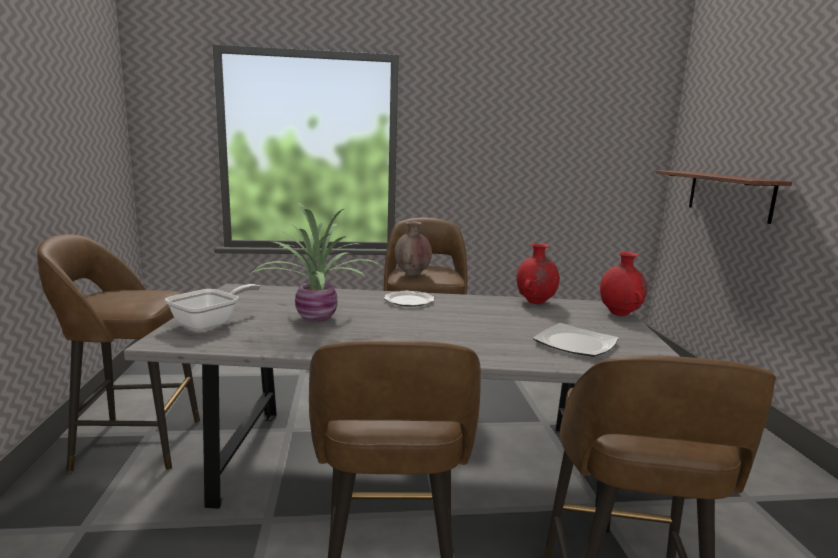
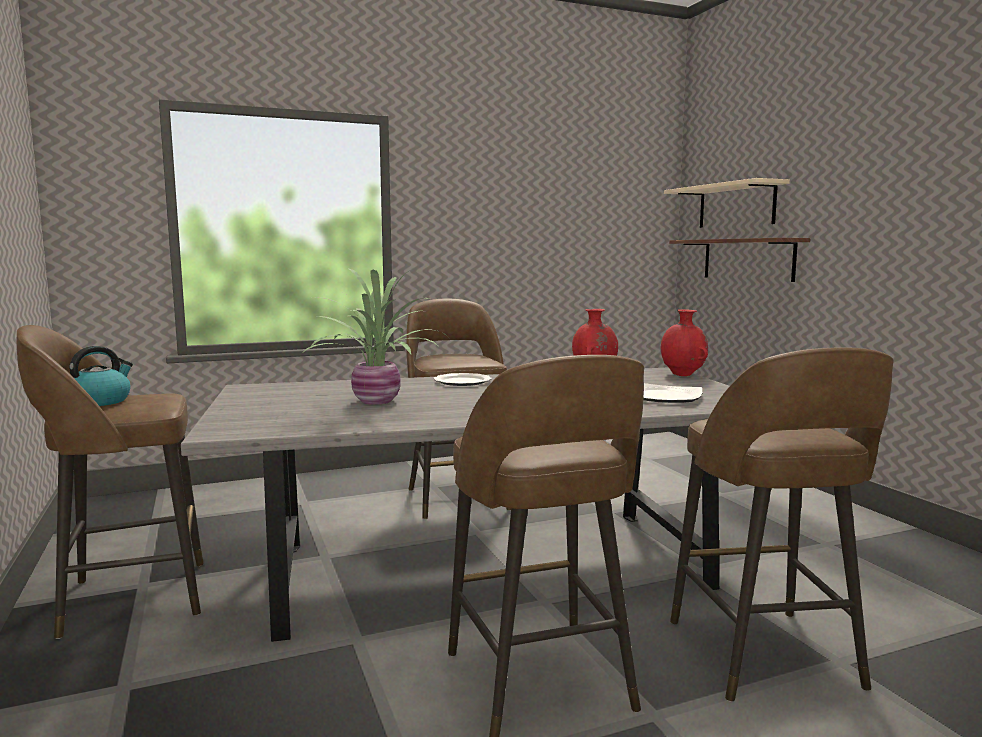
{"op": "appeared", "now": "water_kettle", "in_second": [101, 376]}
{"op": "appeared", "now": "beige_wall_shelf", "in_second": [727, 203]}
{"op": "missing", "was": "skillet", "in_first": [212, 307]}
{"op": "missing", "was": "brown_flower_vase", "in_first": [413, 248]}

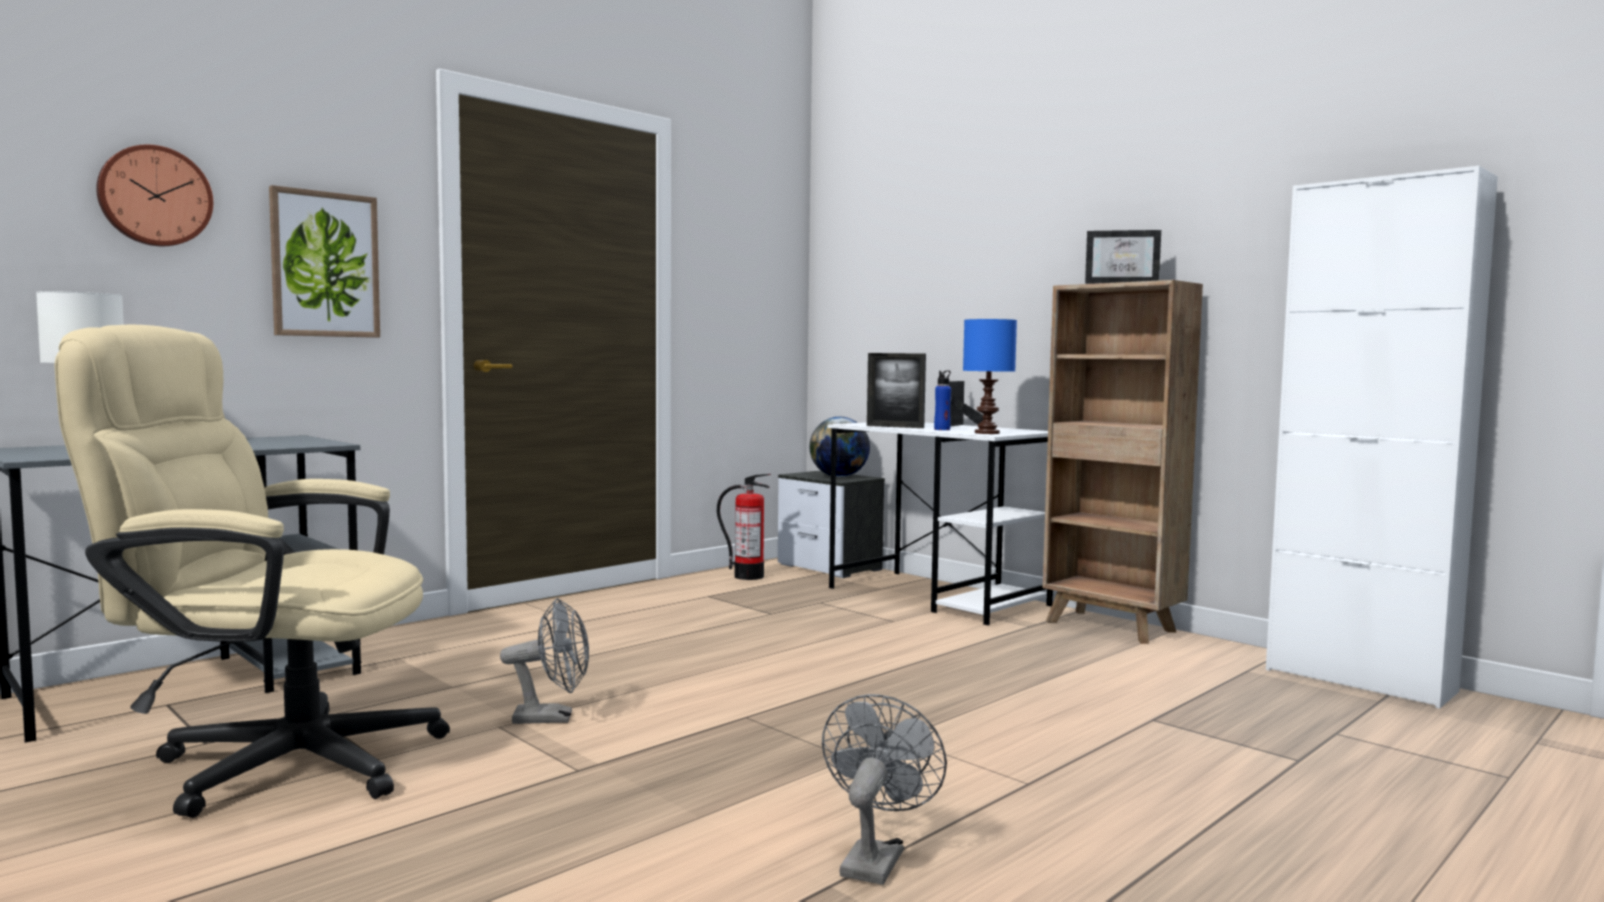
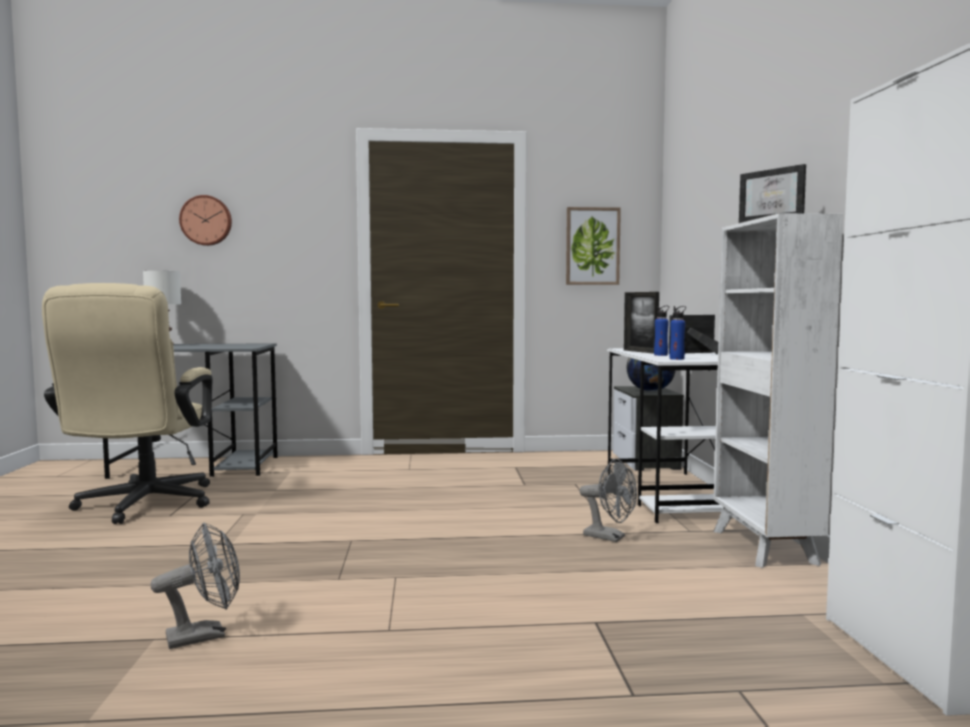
{"op": "spun", "was": "beige_computer_chair", "in_first": [252, 571], "in_second": [127, 403], "clockwise": -135}
{"op": "relocated", "was": "wall_art", "in_first": [324, 261], "in_second": [593, 246]}
{"op": "relocated", "was": "greyish_fan", "in_first": [544, 661], "in_second": [608, 500]}
{"op": "exchanged", "was": "blue_tabletop_lamp", "now": "blue_drink_bottle", "in_first": [990, 376], "in_second": [678, 333]}
{"op": "colour", "was": "brown_bookshelf", "now": "white_bookshelf", "in_first": [1122, 462], "in_second": [778, 390]}
{"op": "missing", "was": "extinguisher", "in_first": [744, 527]}

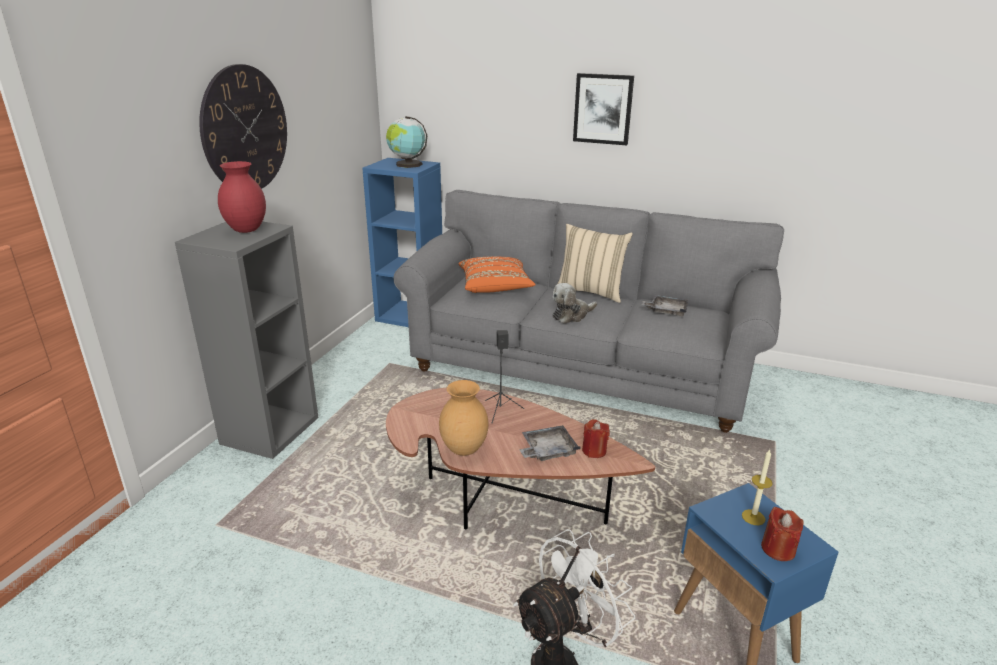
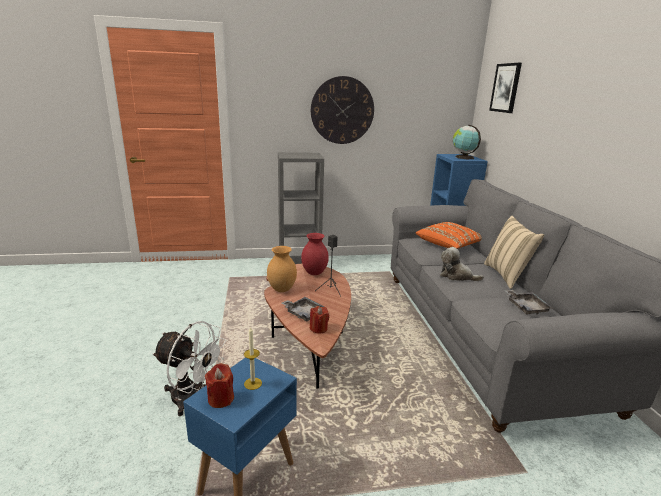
{"op": "relocated", "was": "red-coloured_flower_vase", "in_first": [242, 197], "in_second": [315, 254]}
{"op": "relocated", "was": "wall_art", "in_first": [603, 109], "in_second": [505, 88]}

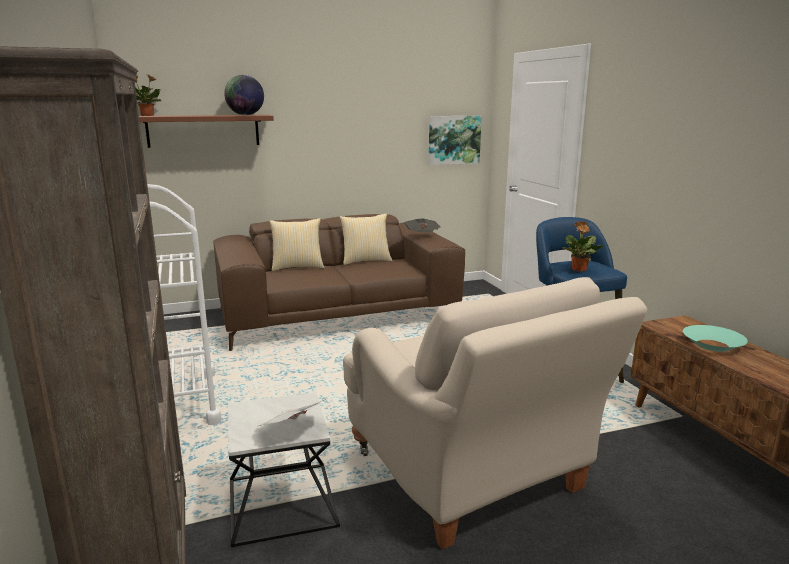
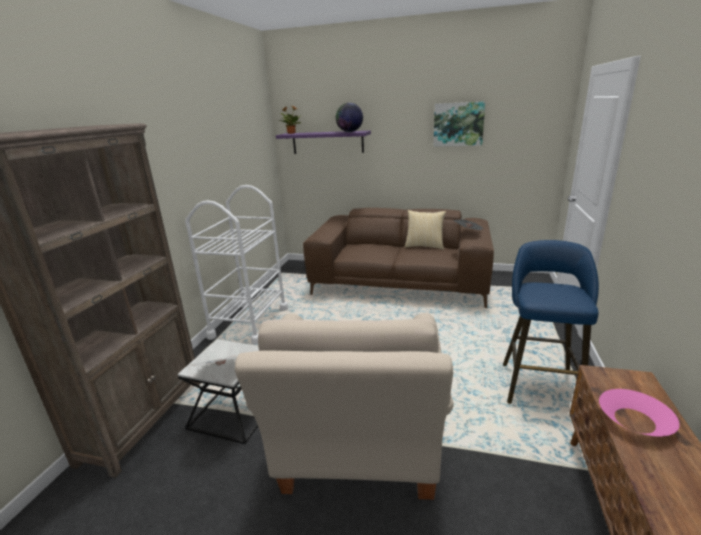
{"op": "colour", "was": "brown_wall_shelf", "now": "purple-coloured_wall_shelf", "in_first": [206, 131], "in_second": [323, 142]}
{"op": "relocated", "was": "wall_art", "in_first": [455, 140], "in_second": [459, 124]}
{"op": "colour", "was": "blue-green_serving_bowl", "now": "pinkish_serving_bowl", "in_first": [715, 338], "in_second": [639, 413]}
{"op": "missing", "was": "pillow", "in_first": [296, 244]}
{"op": "missing", "was": "houseplant", "in_first": [582, 246]}

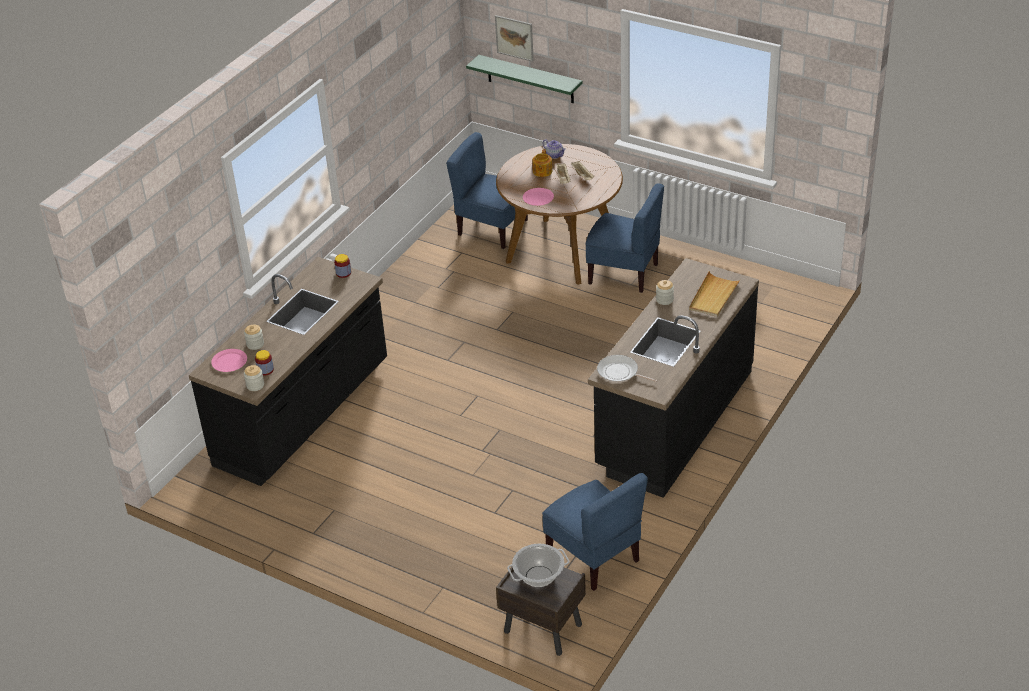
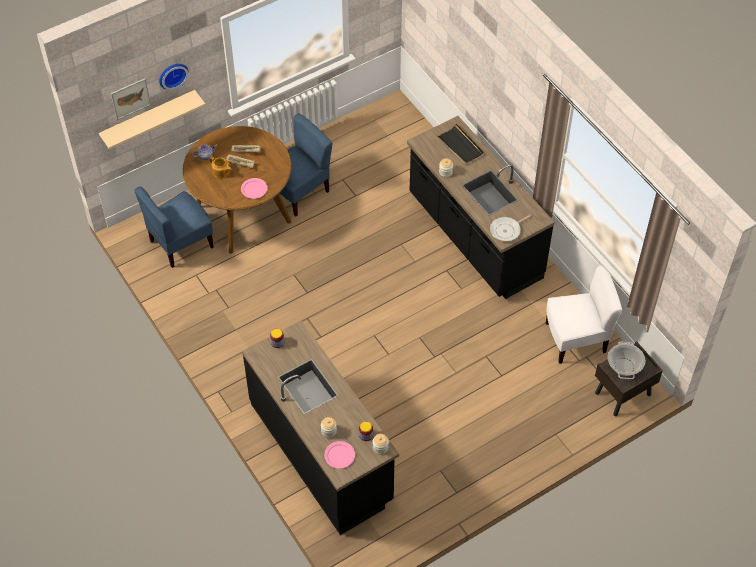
{"op": "colour", "was": "greenish_wall_shelf", "now": "beige_wall_shelf", "in_first": [524, 79], "in_second": [152, 119]}
{"op": "appeared", "now": "wall_clock", "in_second": [173, 77]}
{"op": "colour", "was": "beige_tray", "now": "black_tray", "in_first": [715, 294], "in_second": [460, 144]}
{"op": "colour", "was": "blue_plain_chair", "now": "white_plain_chair", "in_first": [595, 532], "in_second": [584, 314]}

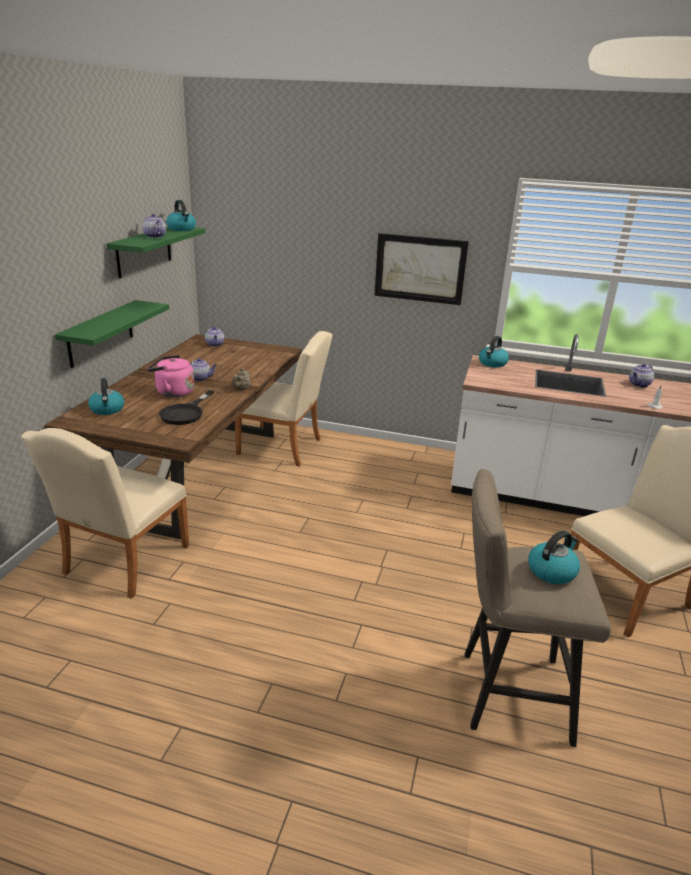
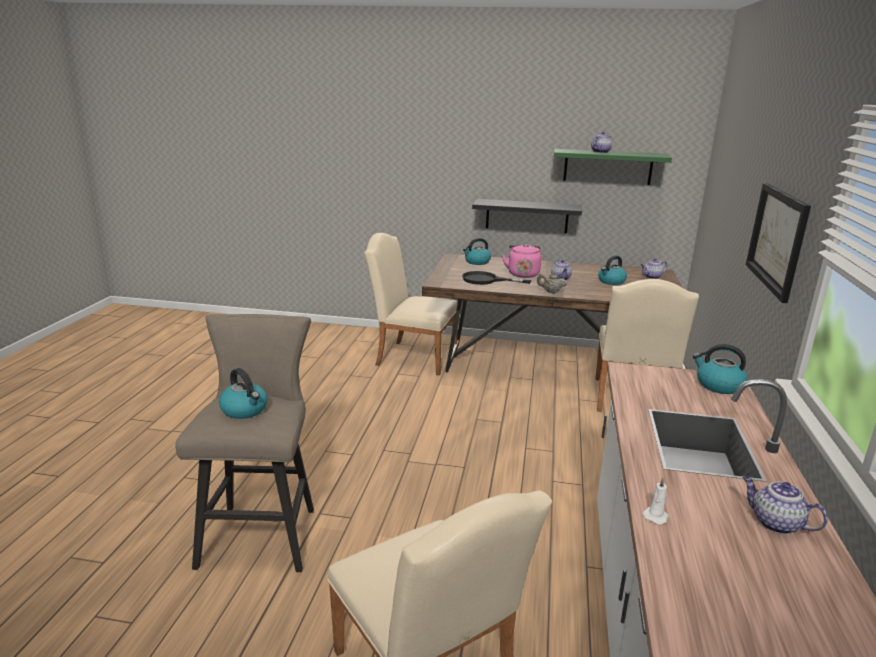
{"op": "colour", "was": "greenish_wall_shelf", "now": "black_wall_shelf", "in_first": [112, 334], "in_second": [527, 216]}
{"op": "relocated", "was": "water_kettle", "in_first": [181, 215], "in_second": [612, 270]}

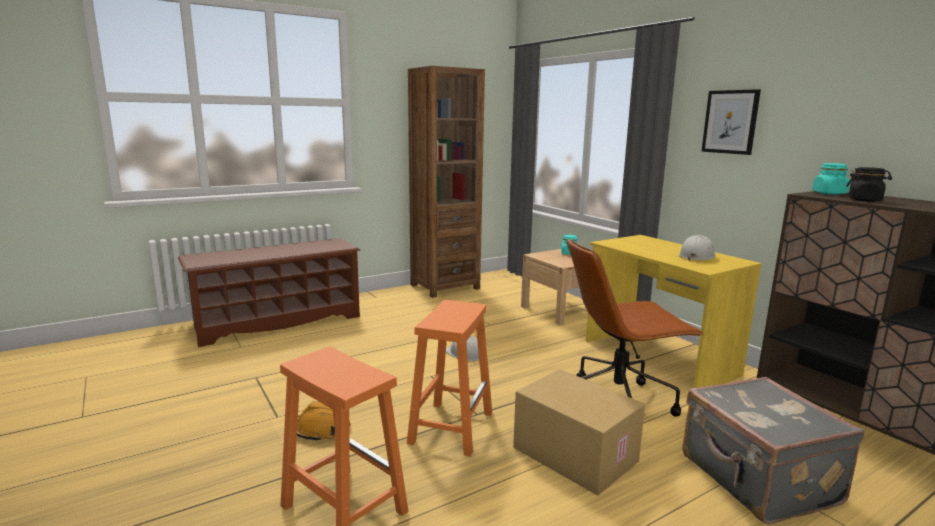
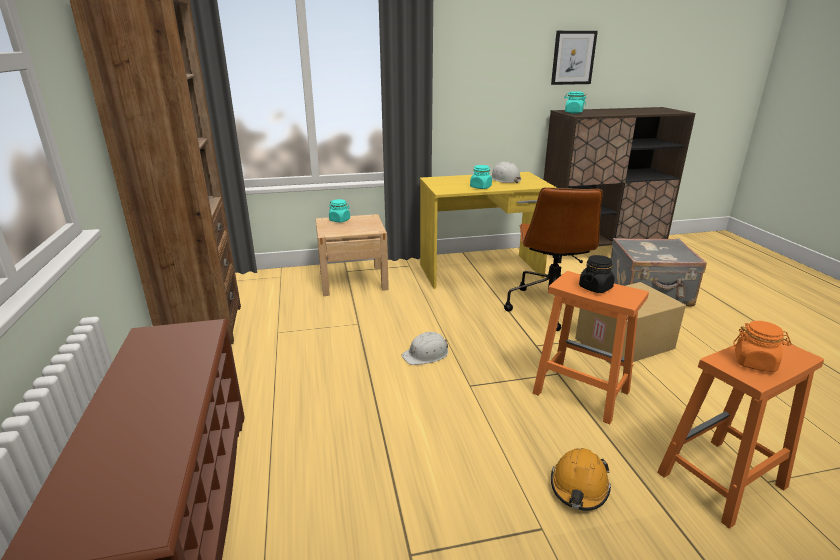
{"op": "appeared", "now": "blue-green_storage_jar", "in_second": [481, 177]}
{"op": "relocated", "was": "wall_art", "in_first": [731, 122], "in_second": [574, 58]}
{"op": "relocated", "was": "black_storage_jar", "in_first": [869, 184], "in_second": [597, 274]}
{"op": "appeared", "now": "orange-coloured_storage_jar", "in_second": [762, 346]}

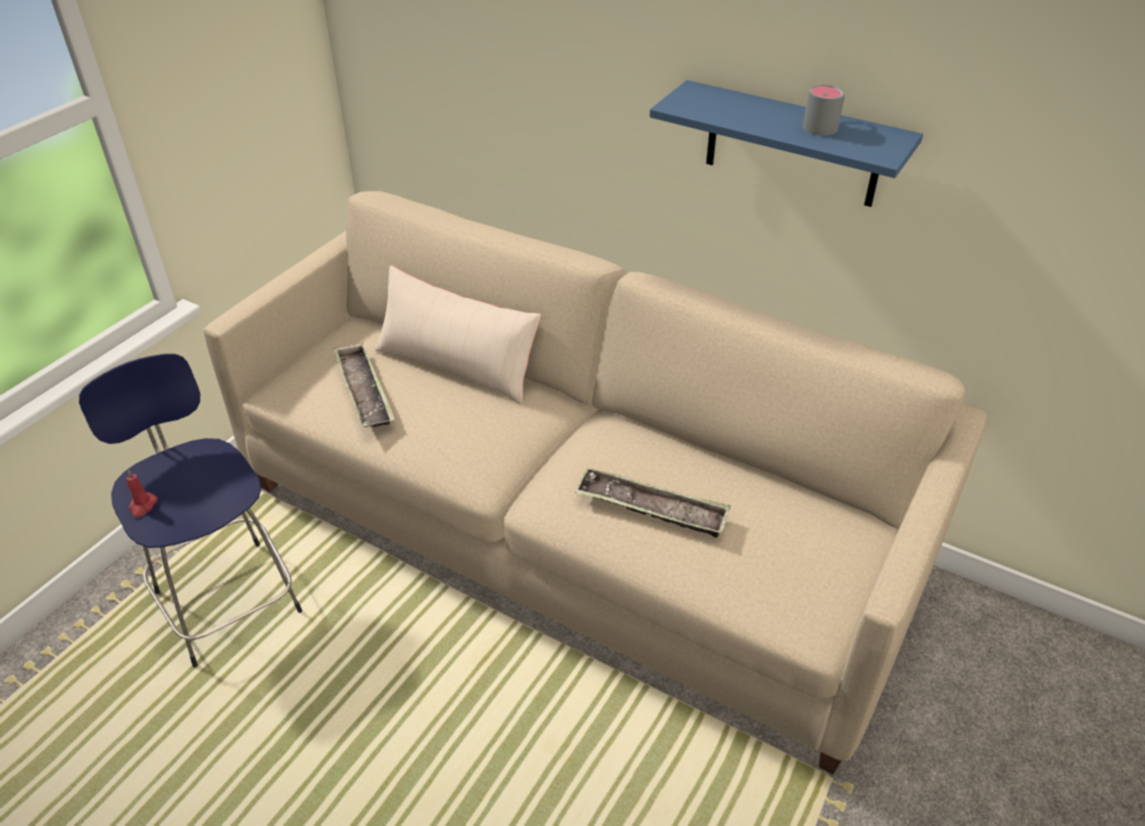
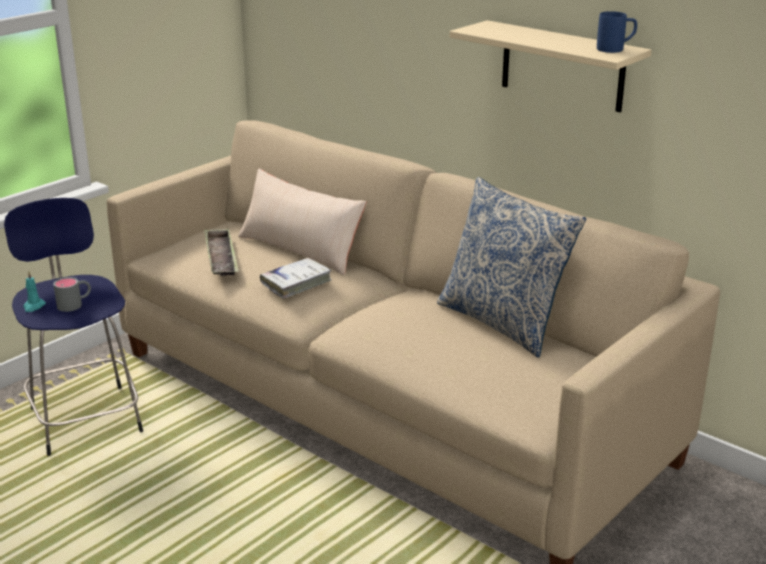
{"op": "colour", "was": "red-coloured_candle", "now": "blue-green_candle", "in_first": [142, 493], "in_second": [34, 291]}
{"op": "relocated", "was": "greyish_coffee_mug", "in_first": [824, 110], "in_second": [72, 294]}
{"op": "appeared", "now": "white_volume", "in_second": [296, 278]}
{"op": "appeared", "now": "pillow", "in_second": [511, 267]}
{"op": "colour", "was": "blue_wall_shelf", "now": "beige_wall_shelf", "in_first": [786, 143], "in_second": [551, 66]}
{"op": "appeared", "now": "blue_coffee_mug", "in_second": [617, 32]}
{"op": "missing", "was": "tray", "in_first": [653, 502]}

